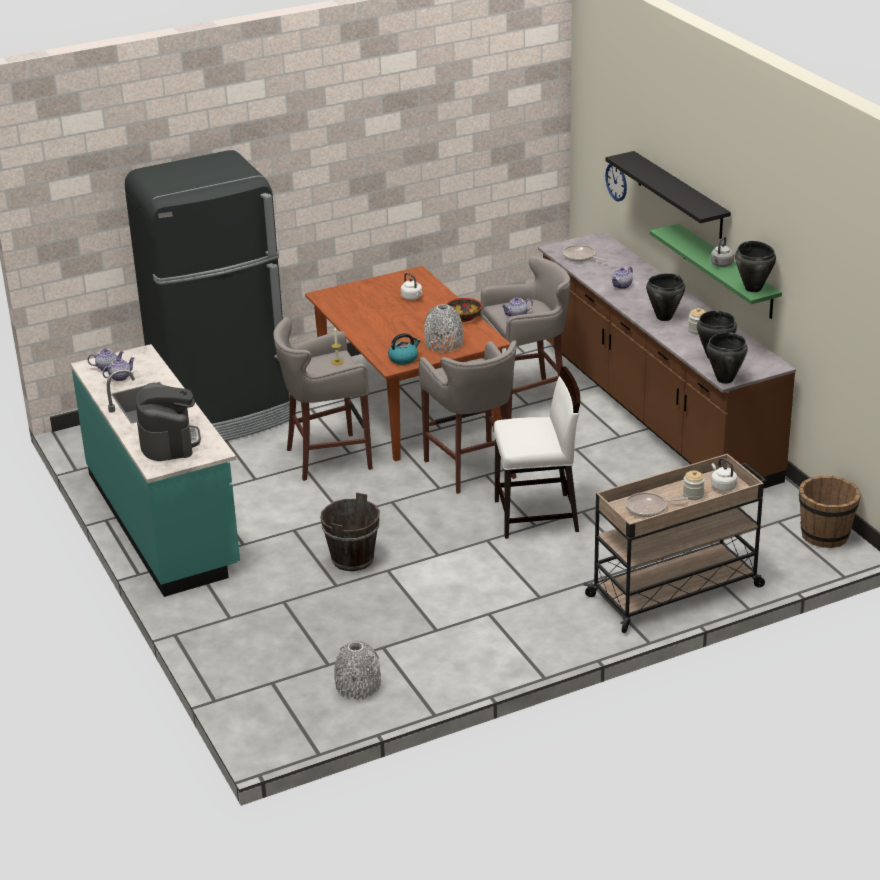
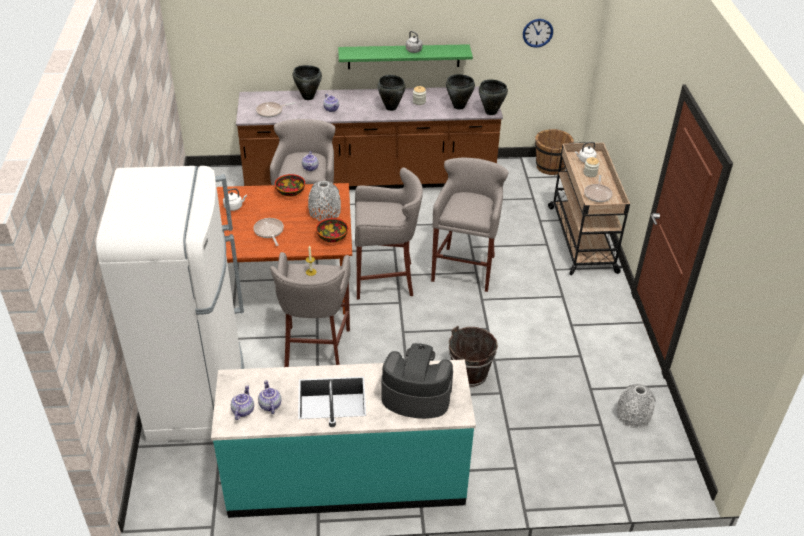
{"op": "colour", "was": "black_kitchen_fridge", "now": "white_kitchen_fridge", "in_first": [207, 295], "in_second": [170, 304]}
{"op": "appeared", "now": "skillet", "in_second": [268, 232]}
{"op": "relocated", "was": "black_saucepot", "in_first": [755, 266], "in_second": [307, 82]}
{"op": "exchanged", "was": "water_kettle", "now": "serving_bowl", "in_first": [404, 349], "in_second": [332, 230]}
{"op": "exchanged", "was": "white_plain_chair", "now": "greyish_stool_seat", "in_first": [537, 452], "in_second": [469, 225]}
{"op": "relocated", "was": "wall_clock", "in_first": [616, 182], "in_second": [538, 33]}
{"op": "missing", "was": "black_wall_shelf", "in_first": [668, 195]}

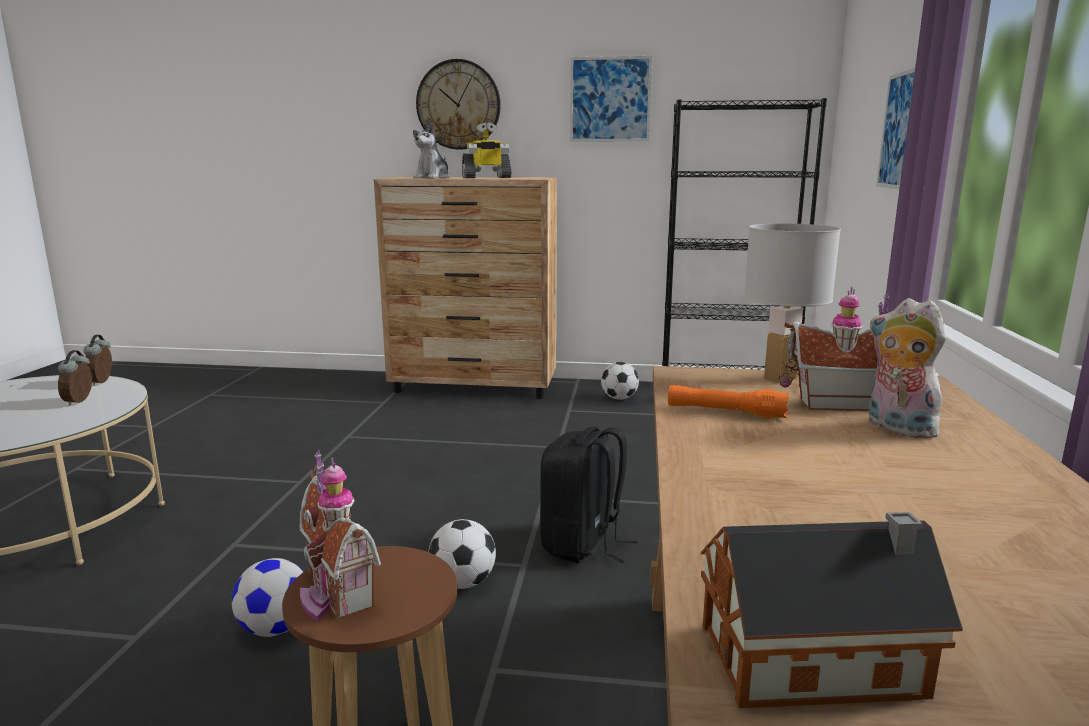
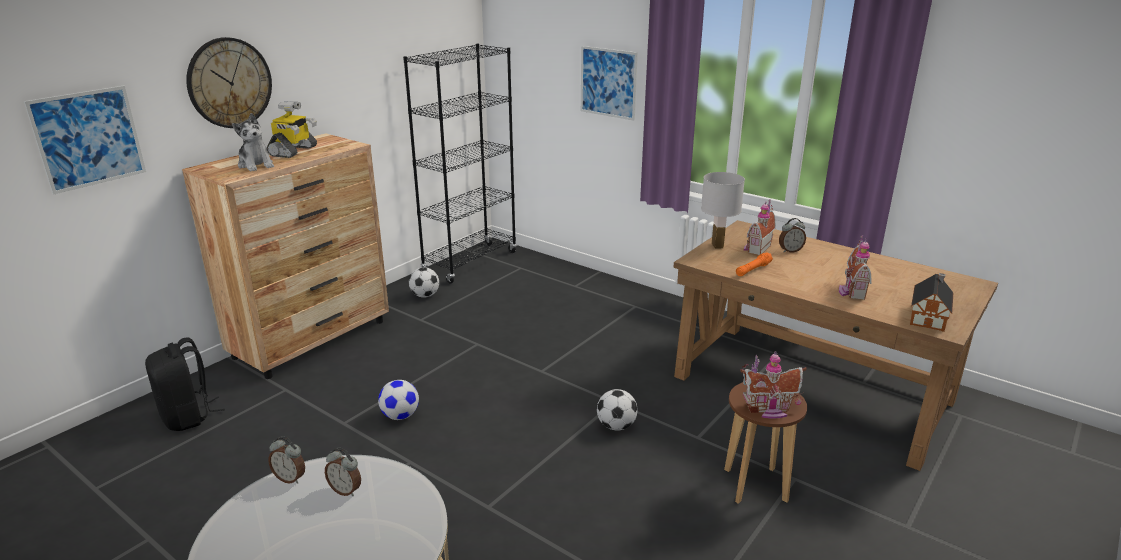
{"op": "relocated", "was": "wall_art", "in_first": [611, 99], "in_second": [85, 140]}
{"op": "relocated", "was": "black_knapsack", "in_first": [588, 495], "in_second": [185, 384]}
{"op": "relocated", "was": "football", "in_first": [268, 597], "in_second": [398, 400]}
{"op": "exchanged", "was": "plush_toy", "now": "table_clock", "in_first": [908, 368], "in_second": [792, 235]}
{"op": "appeared", "now": "miniature_house", "in_second": [855, 267]}

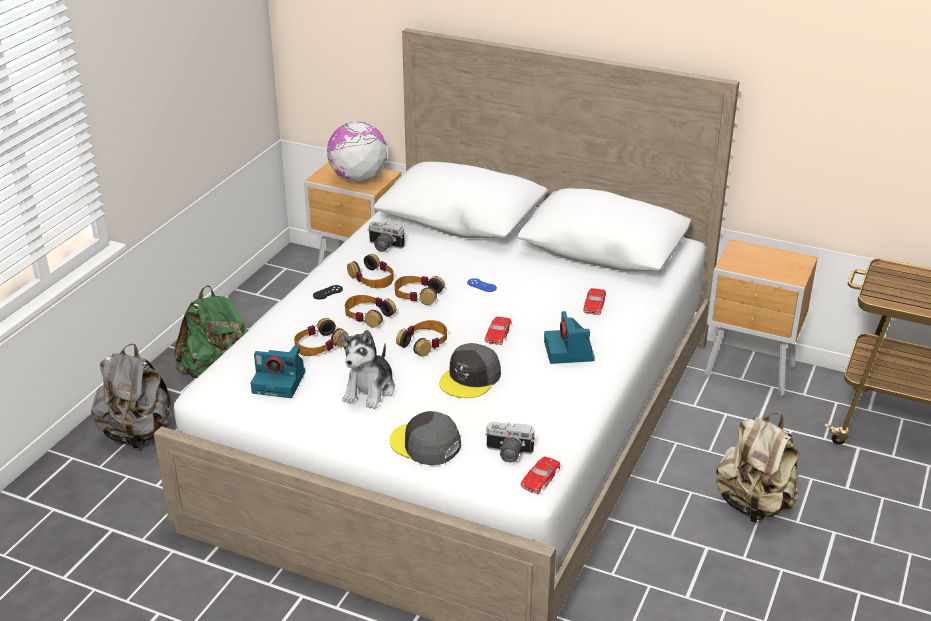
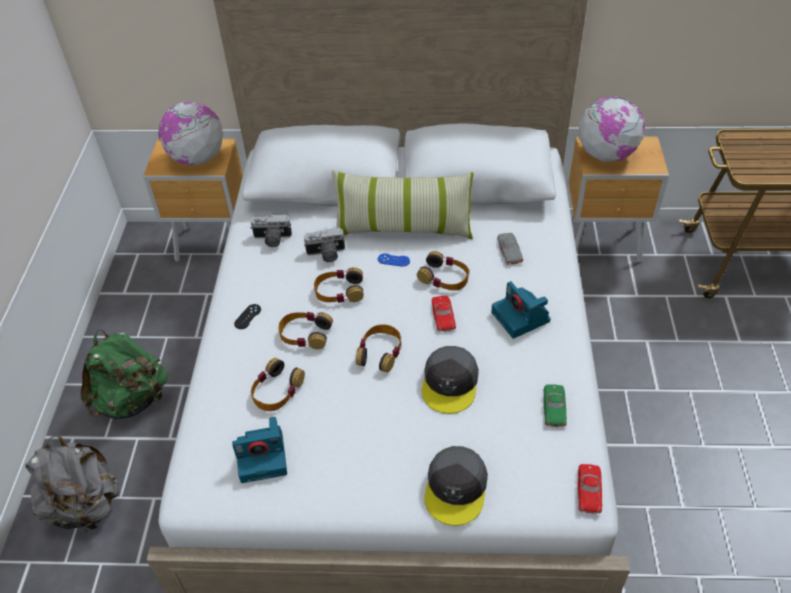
{"op": "relocated", "was": "photo_camera", "in_first": [510, 442], "in_second": [324, 245]}
{"op": "appeared", "now": "pillow", "in_second": [403, 204]}
{"op": "relocated", "was": "headphones", "in_first": [370, 271], "in_second": [443, 270]}
{"op": "spun", "was": "greyish_peaked_cap", "in_first": [425, 438], "in_second": [456, 486], "clockwise": -90}
{"op": "colour", "was": "red-coloured_model_car", "now": "greyish_model_car", "in_first": [594, 301], "in_second": [510, 249]}
{"op": "appeared", "now": "greenish_model_car", "in_second": [555, 406]}
{"op": "appeared", "now": "globe", "in_second": [612, 129]}
{"op": "missing", "was": "plush_toy", "in_first": [367, 369]}
{"op": "missing", "was": "beige_knapsack", "in_first": [757, 467]}

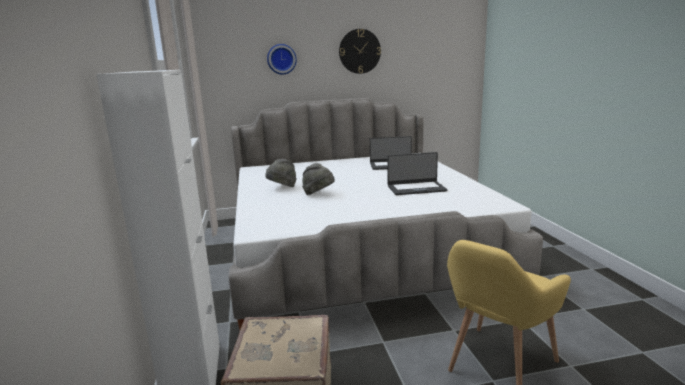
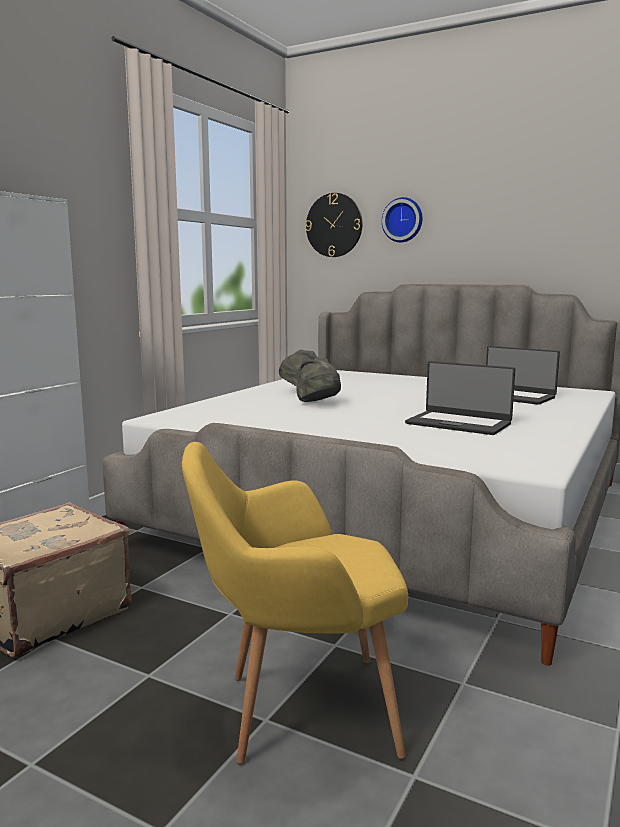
{"op": "relocated", "was": "wall_clock", "in_first": [360, 51], "in_second": [333, 225]}

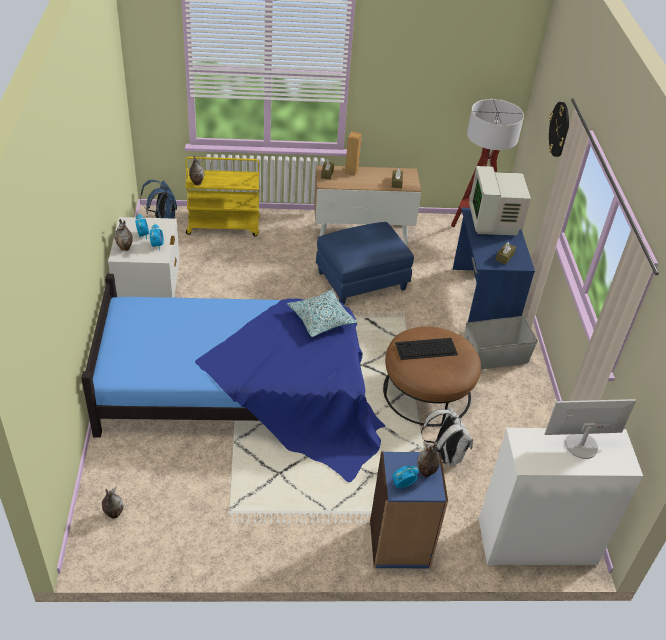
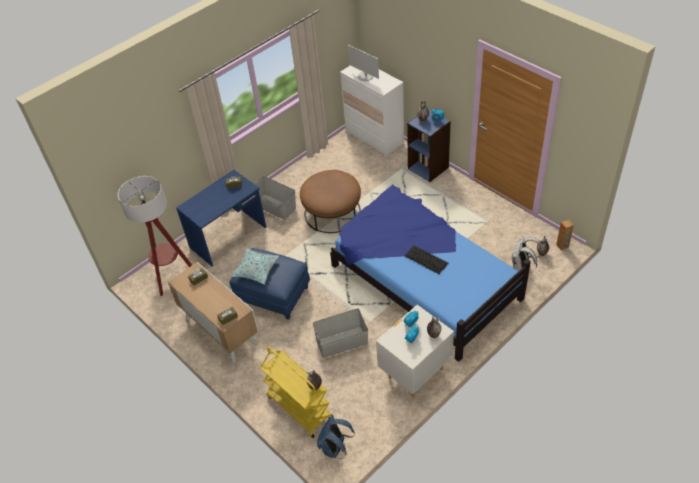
{"op": "relocated", "was": "pillow", "in_first": [322, 313], "in_second": [255, 267]}
{"op": "appeared", "now": "greyish_storage_container", "in_second": [340, 333]}
{"op": "relocated", "was": "PC_keyboard", "in_first": [426, 349], "in_second": [426, 260]}
{"op": "relocated", "was": "white_knapsack", "in_first": [447, 436], "in_second": [527, 254]}
{"op": "relocated", "was": "brown_speaker", "in_first": [353, 154], "in_second": [565, 234]}
{"op": "missing", "was": "computer_screen", "in_first": [500, 200]}
{"op": "missing", "was": "wall_clock", "in_first": [559, 129]}

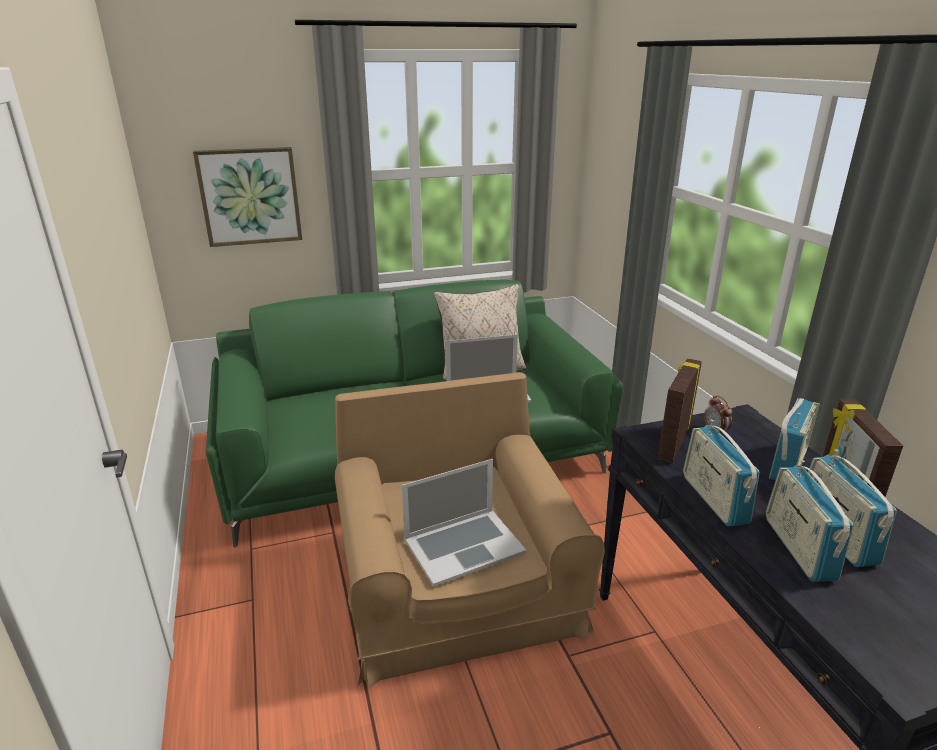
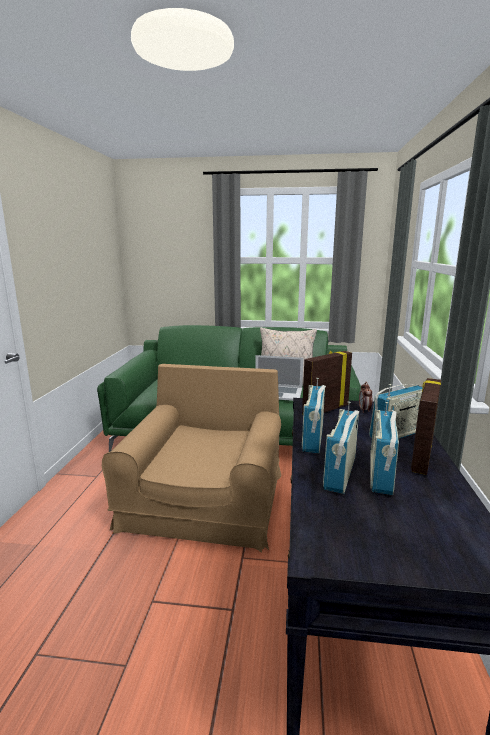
{"op": "missing", "was": "wall_art", "in_first": [247, 197]}
{"op": "missing", "was": "laptop", "in_first": [463, 523]}

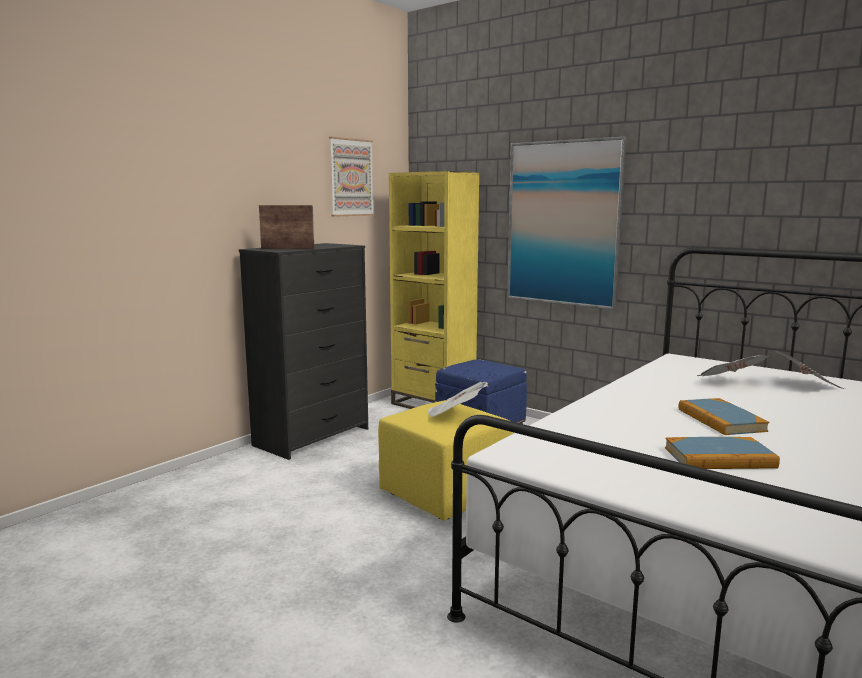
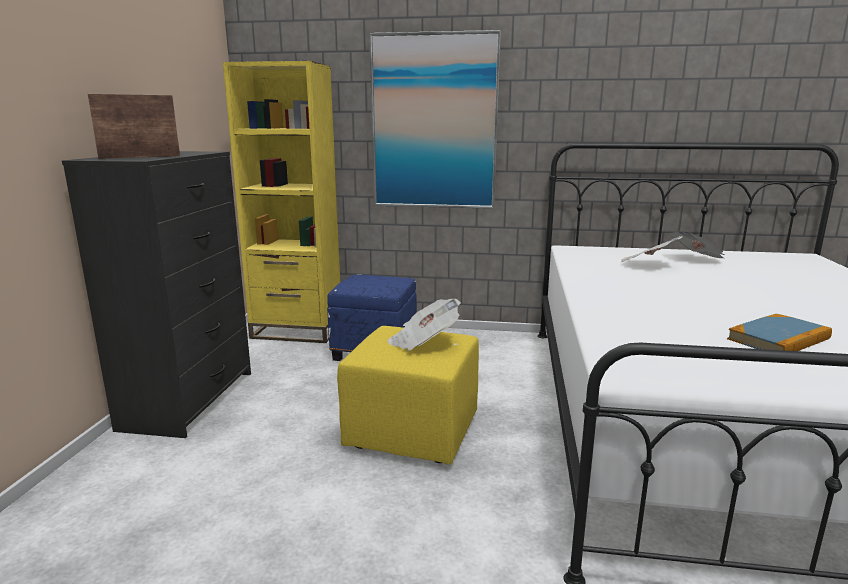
{"op": "missing", "was": "wall_art", "in_first": [351, 177]}
{"op": "missing", "was": "volume", "in_first": [723, 416]}

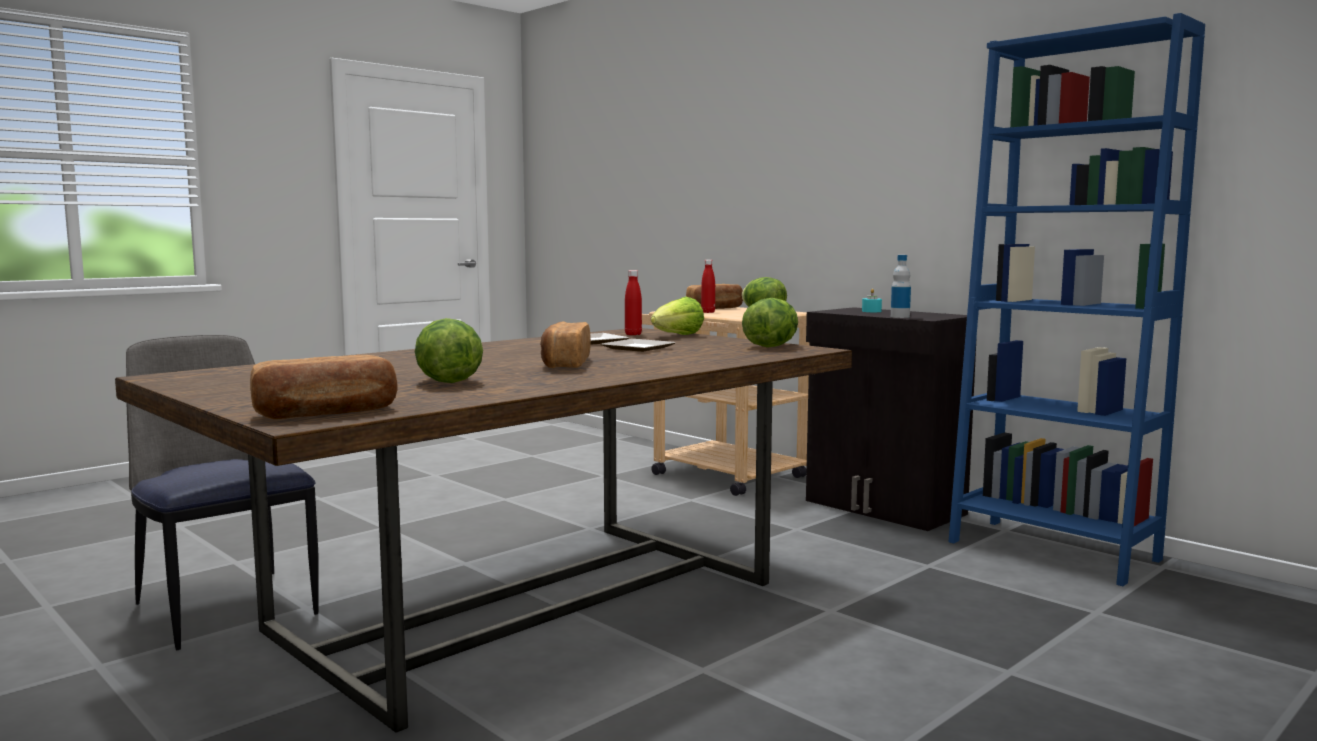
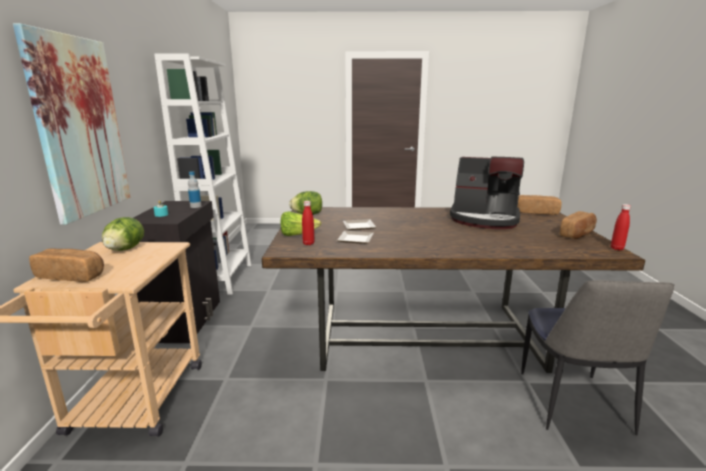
{"op": "appeared", "now": "wall_art", "in_second": [71, 124]}
{"op": "colour", "was": "blue_bookshelf", "now": "white_bookshelf", "in_first": [1077, 299], "in_second": [203, 174]}
{"op": "exchanged", "was": "lettuce_head", "now": "coffee_brewer", "in_first": [449, 350], "in_second": [487, 192]}
{"op": "relocated", "was": "bread", "in_first": [565, 344], "in_second": [578, 225]}
{"op": "relocated", "was": "red-coloured_drink_bottle", "in_first": [708, 286], "in_second": [621, 227]}

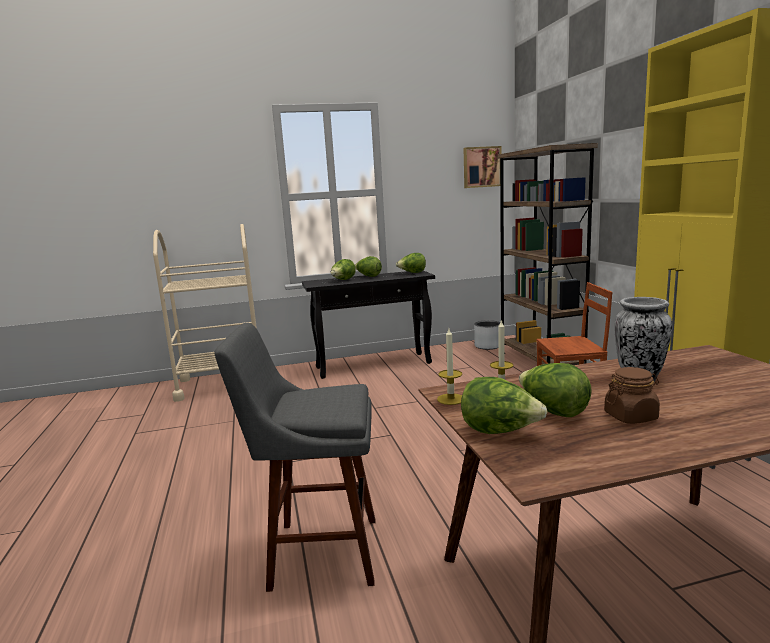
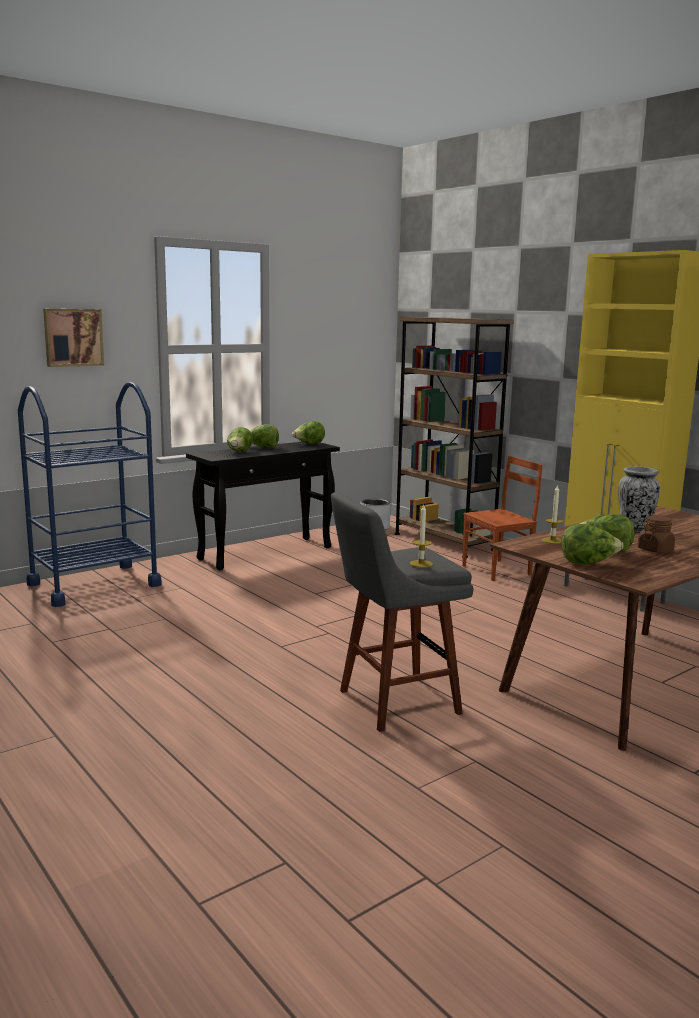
{"op": "colour", "was": "beige_cart", "now": "blue_cart", "in_first": [205, 313], "in_second": [90, 494]}
{"op": "relocated", "was": "wall_art", "in_first": [483, 167], "in_second": [73, 338]}
{"op": "relocated", "was": "candle", "in_first": [449, 367], "in_second": [421, 536]}

